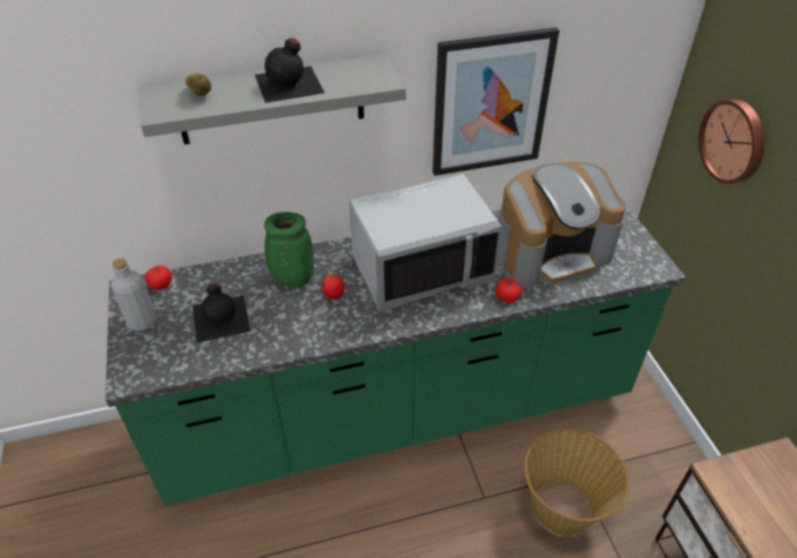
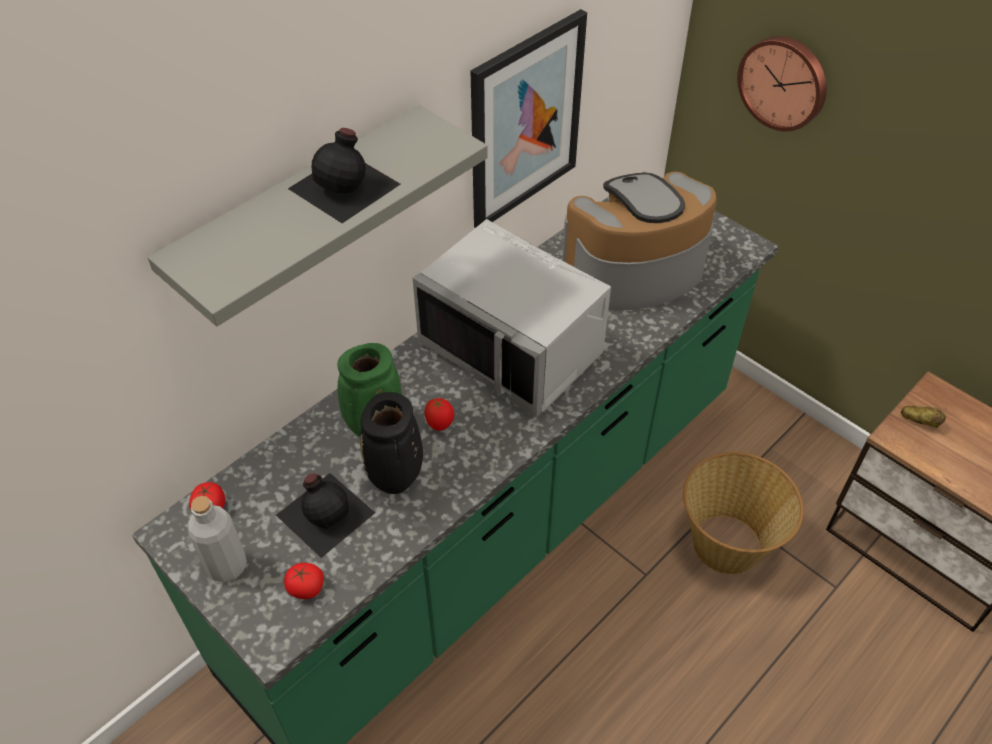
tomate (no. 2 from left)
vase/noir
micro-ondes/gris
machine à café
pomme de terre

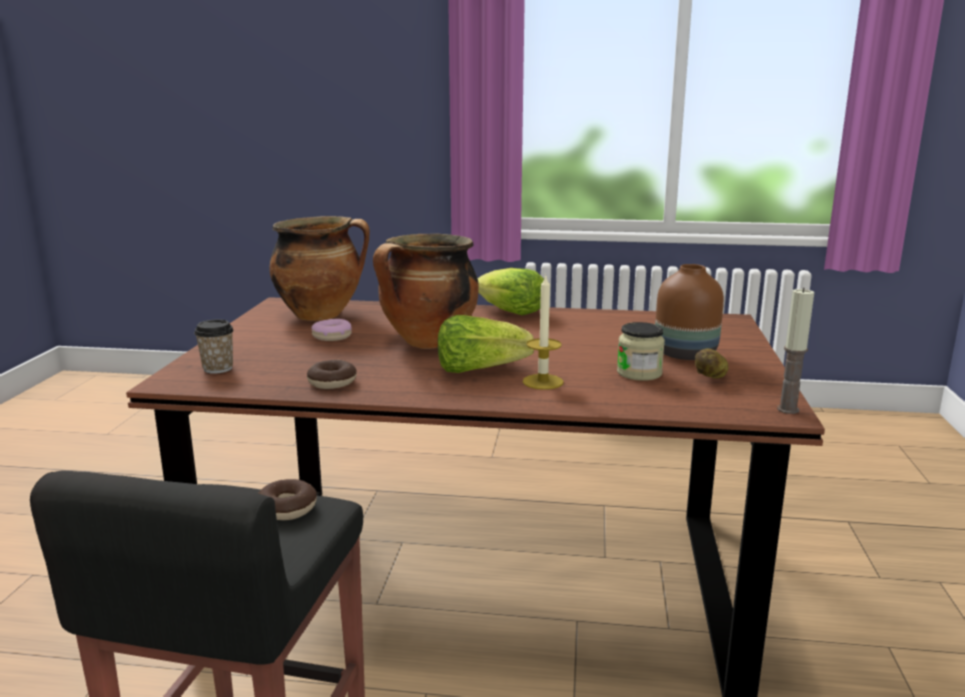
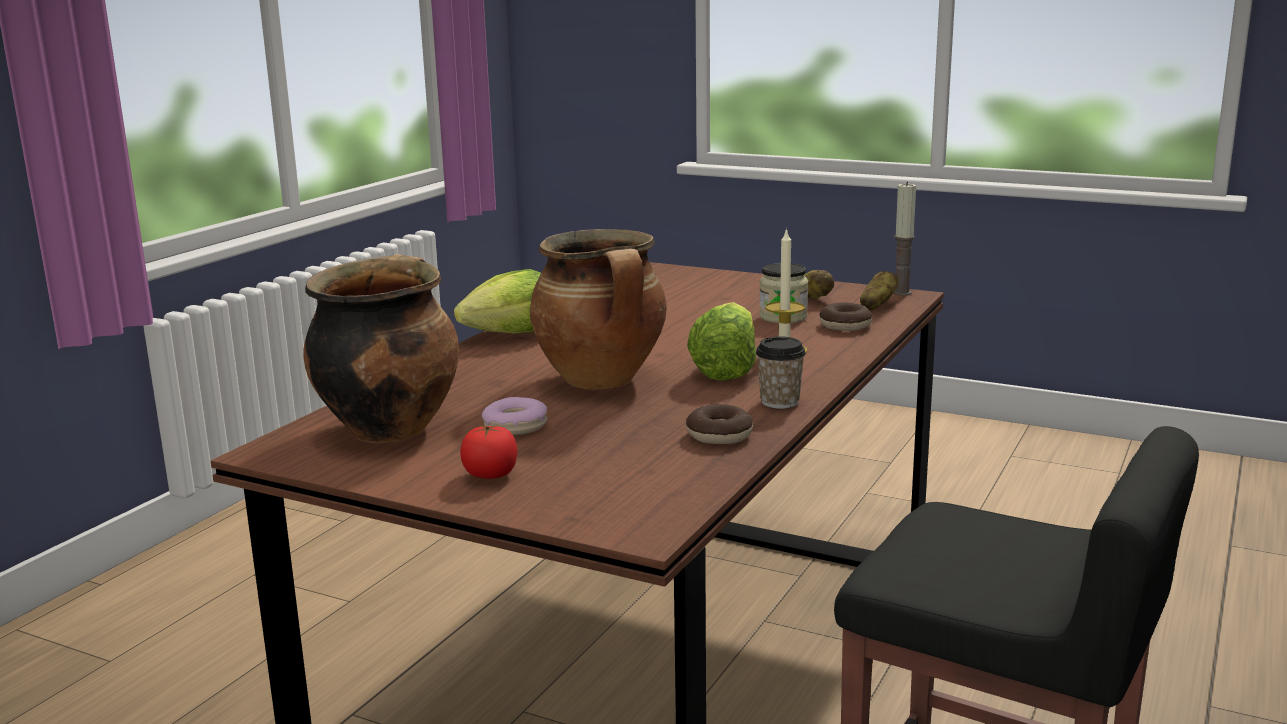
tomate
tasse
beignet (no. 3 from left)
pomme de terre (no. 2 from left)
vase/marron

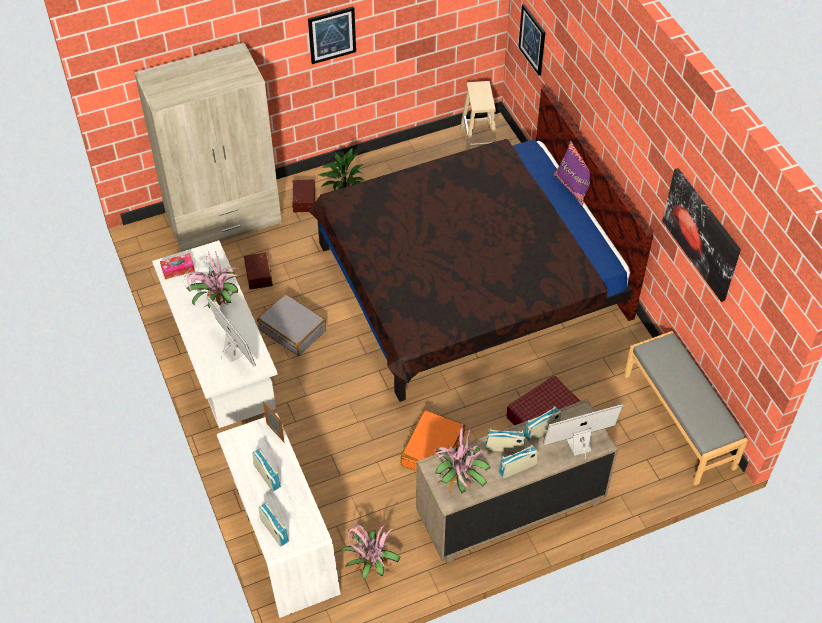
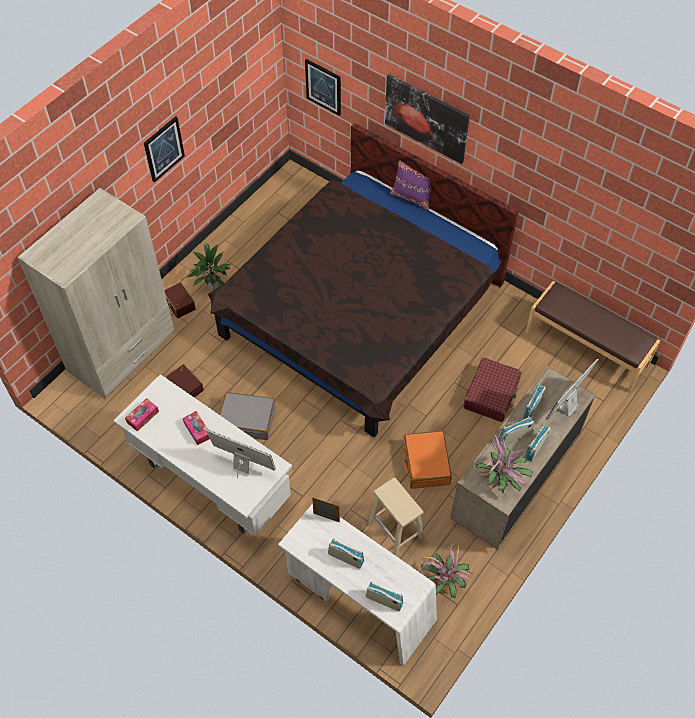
boîte à mouchoirs (no. 2 from left)
tabouret/beige
tableau (no. 3 from left)
banc/marron

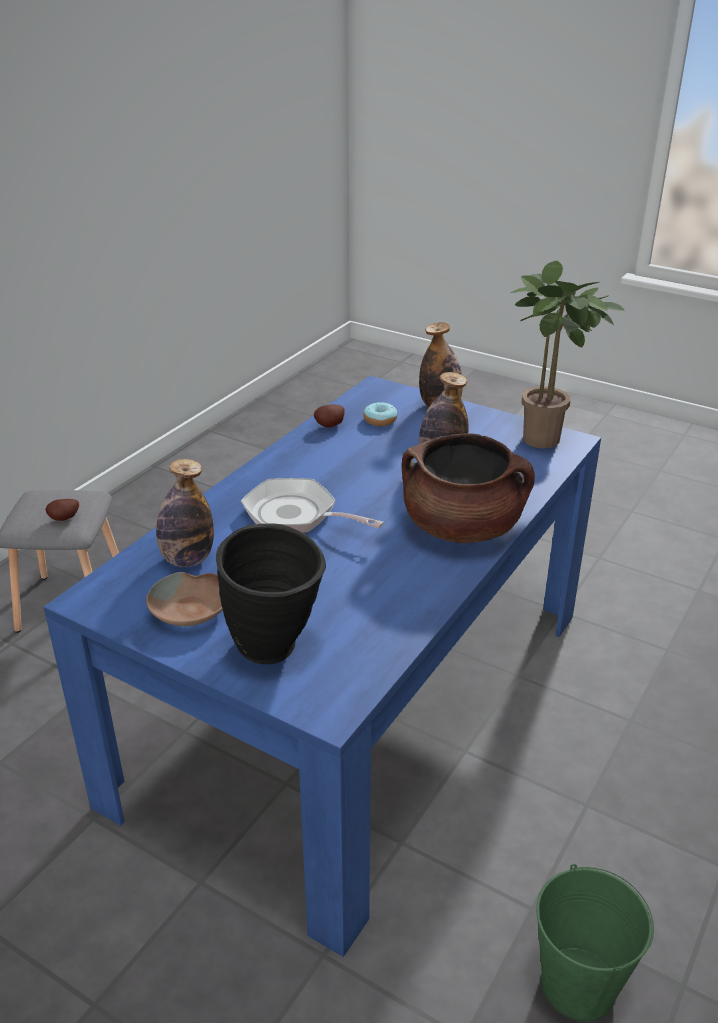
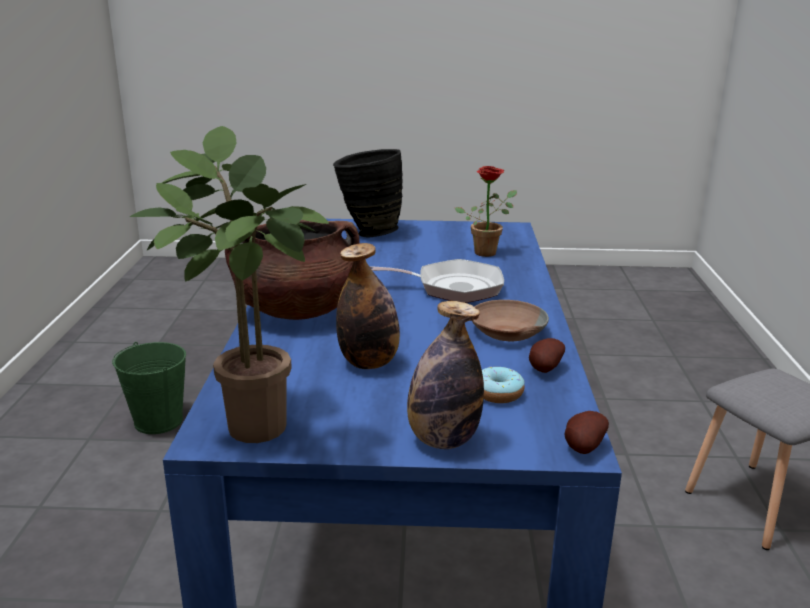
plante en pot (no. 2 from left)
bol/marron
pomme de terre (no. 2 from left)

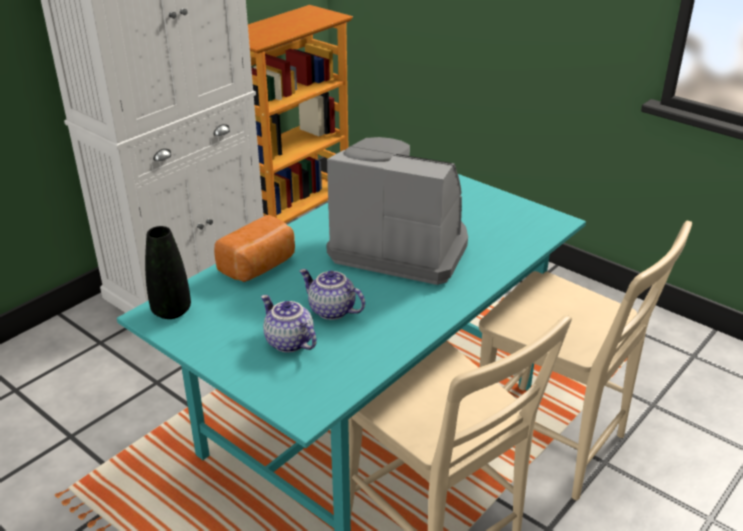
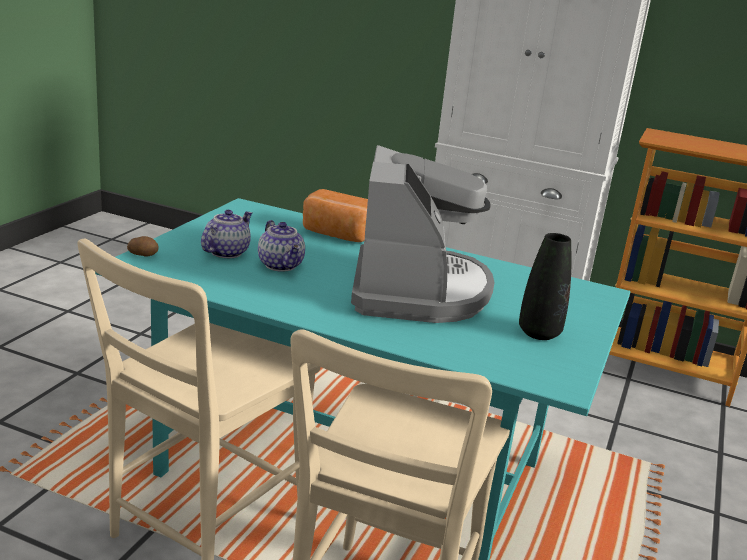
pomme de terre
théière (no. 2 from left)
vase/noir

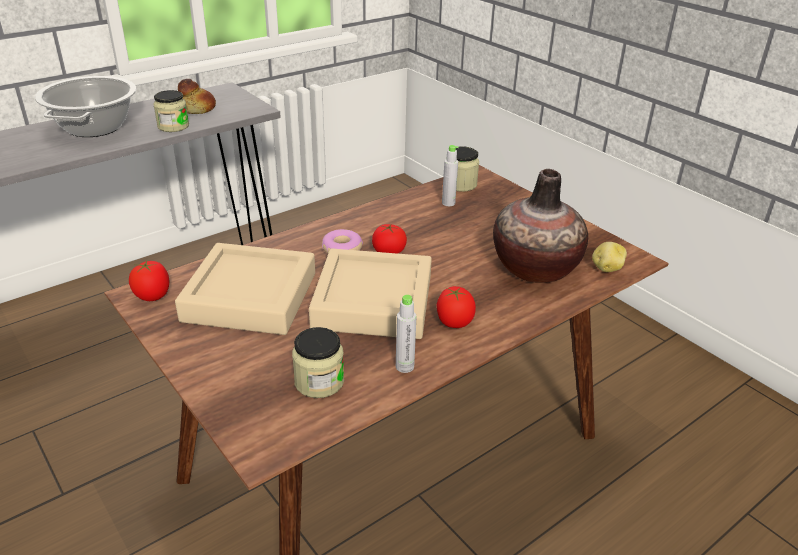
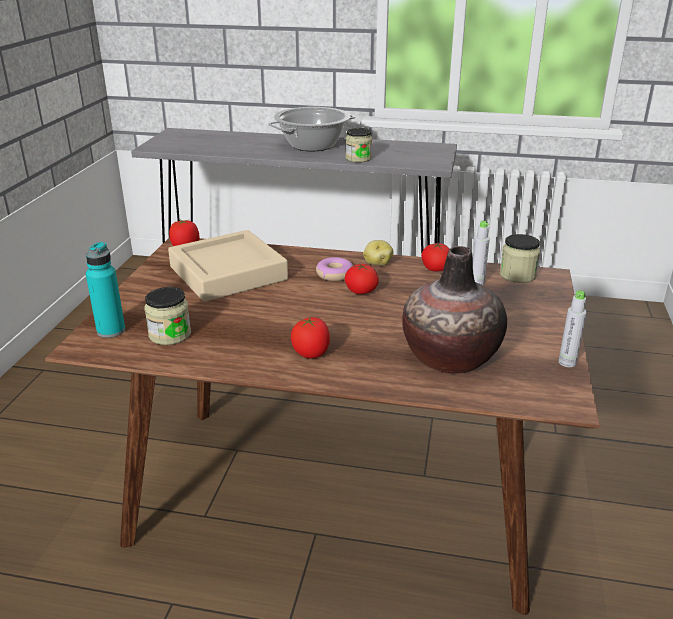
bouteille/turquoise
pomme de terre
tomate (no. 4 from left)
bouteille/gris (no. 2 from left)
pain
plateau/beige (no. 2 from left in the first image)

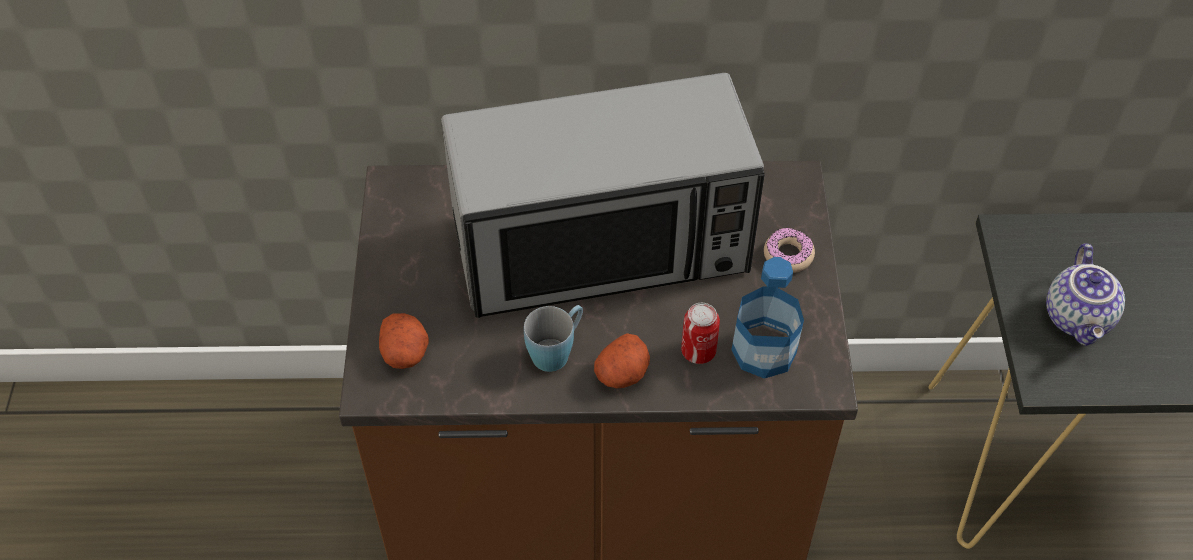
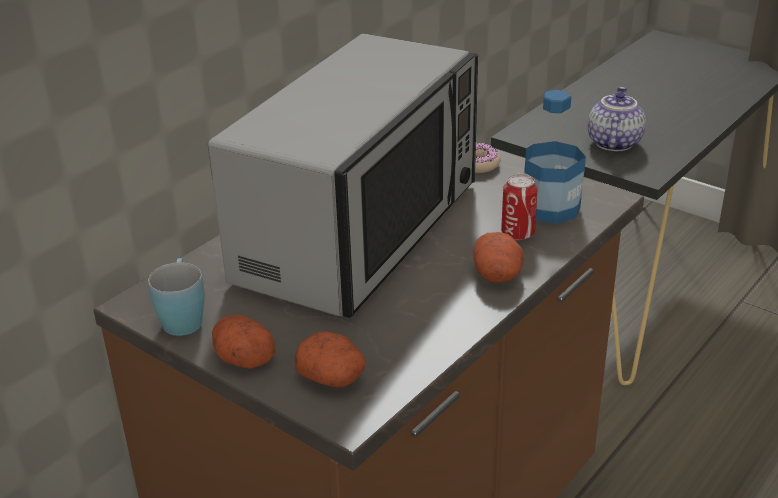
mug/bleu
pomme de terre (no. 1 from left)
théière

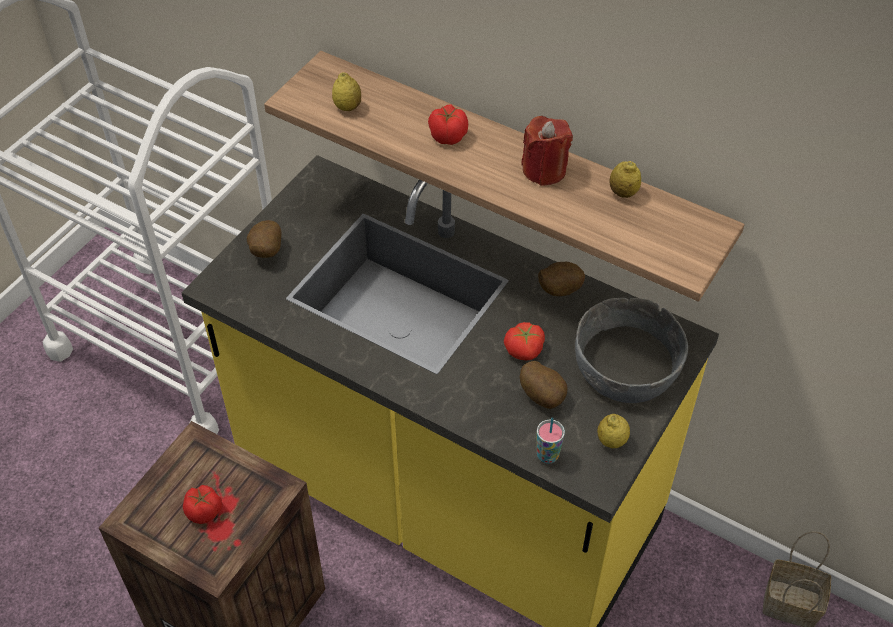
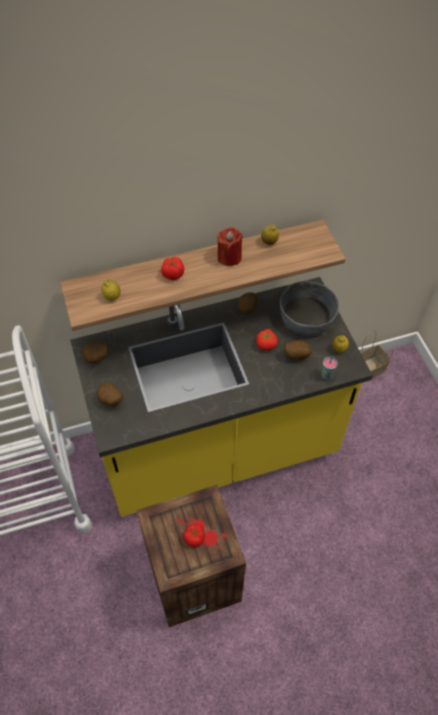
pomme de terre (no. 1 from left)

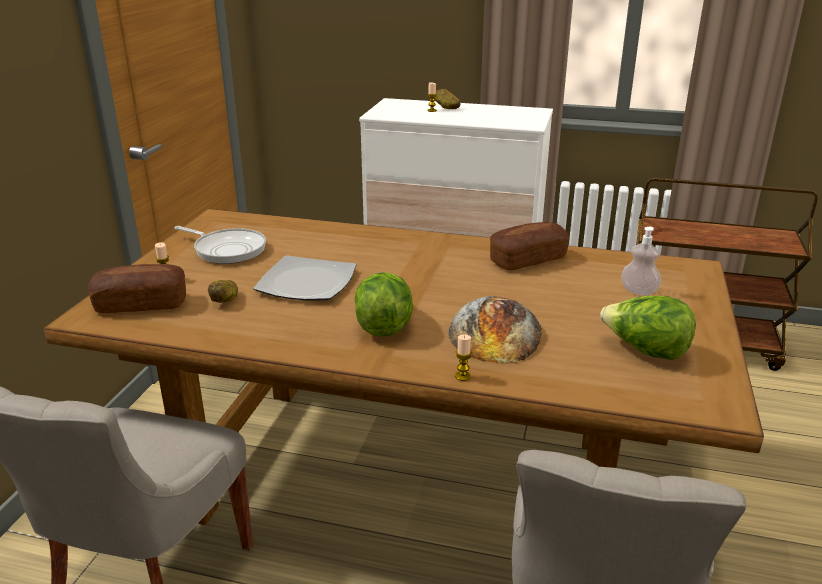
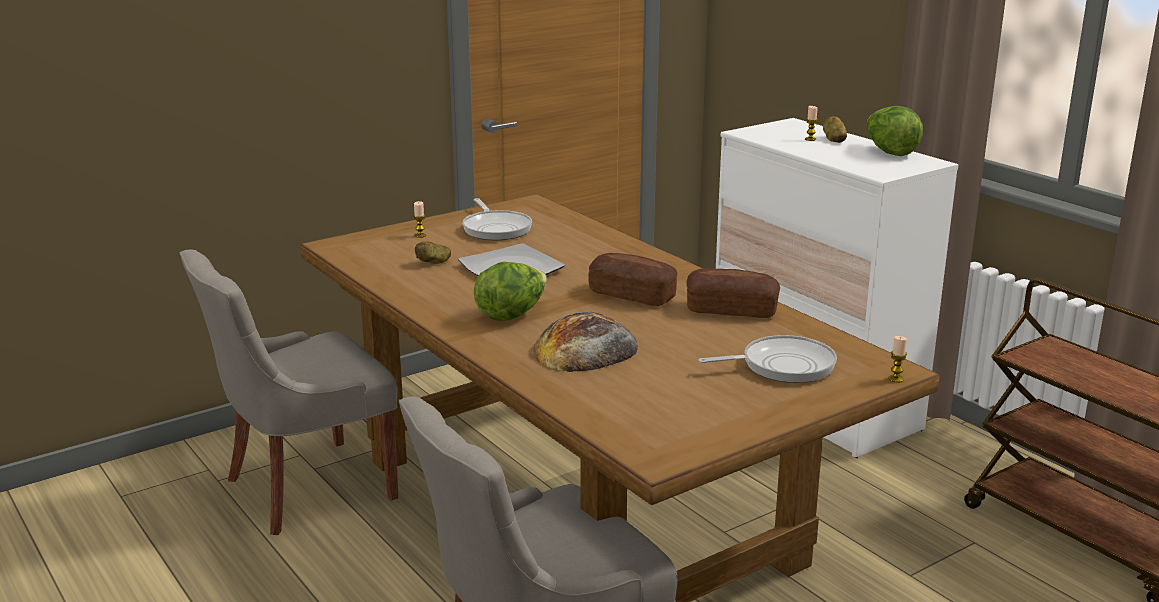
pain (no. 2 from left)
poêle (no. 2 from left)
laitue (no. 2 from left)
bougie (no. 3 from left)

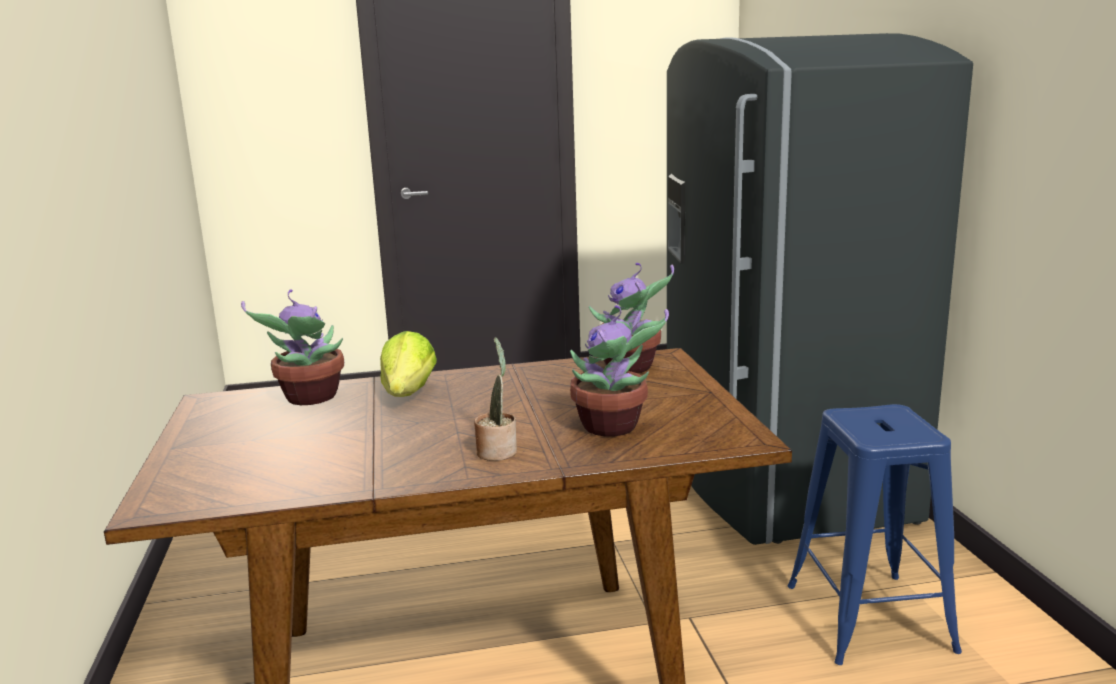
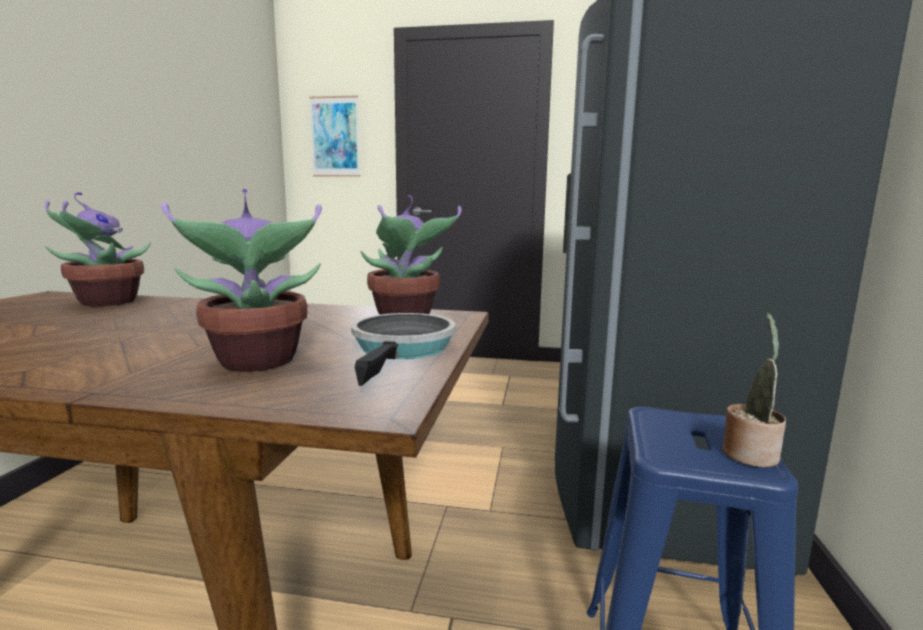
tableau
poêle
plante en pot (no. 4 from left)
laitue

